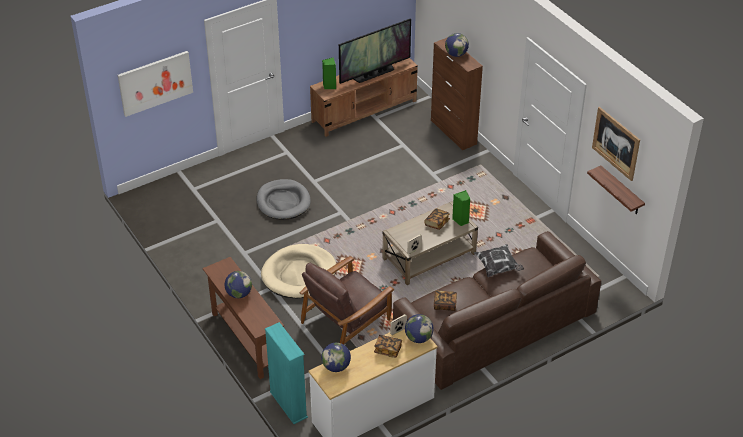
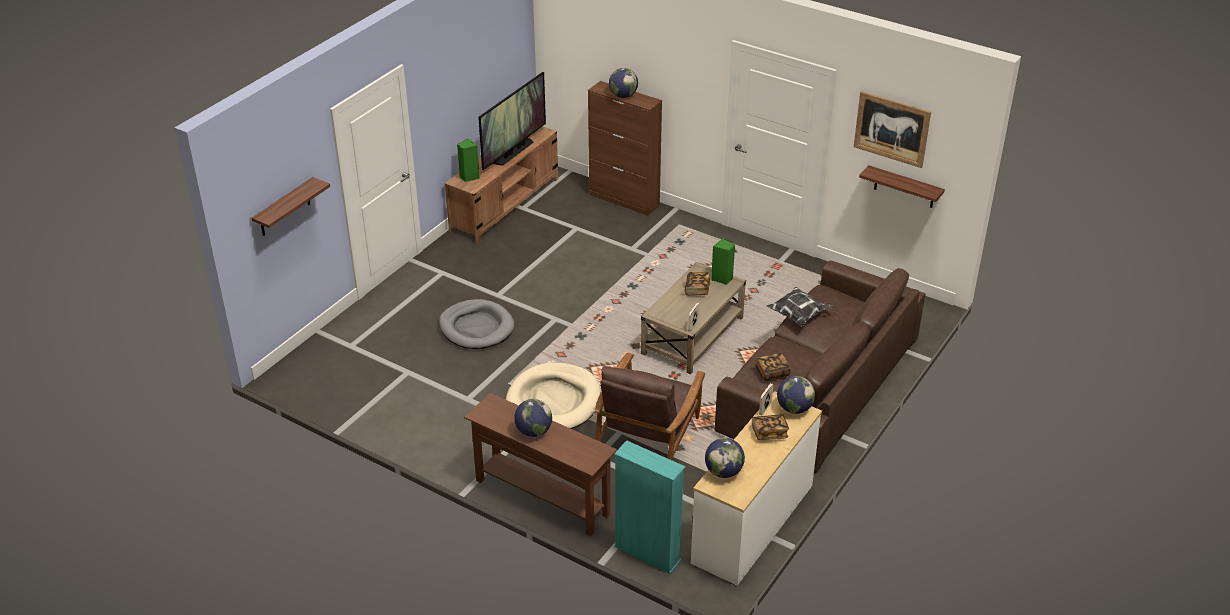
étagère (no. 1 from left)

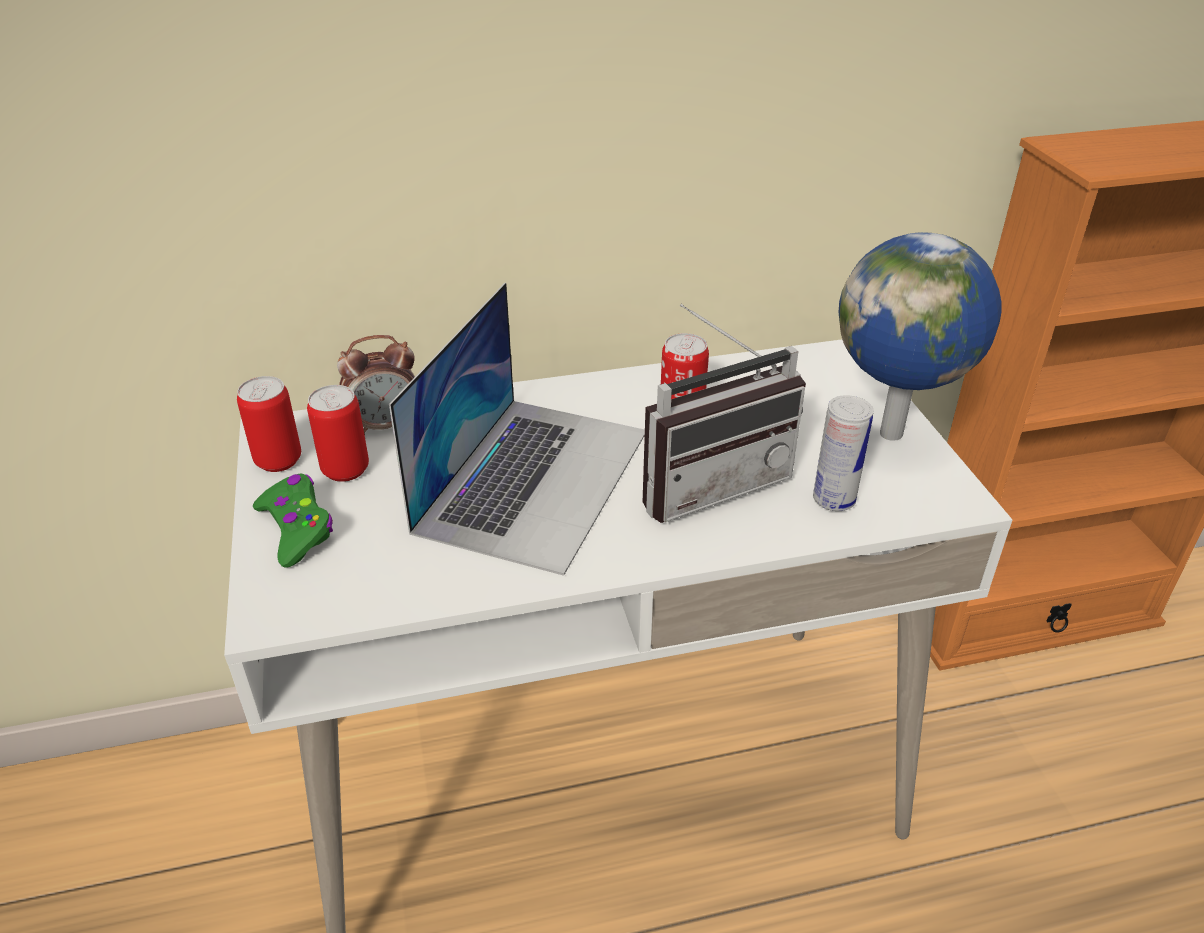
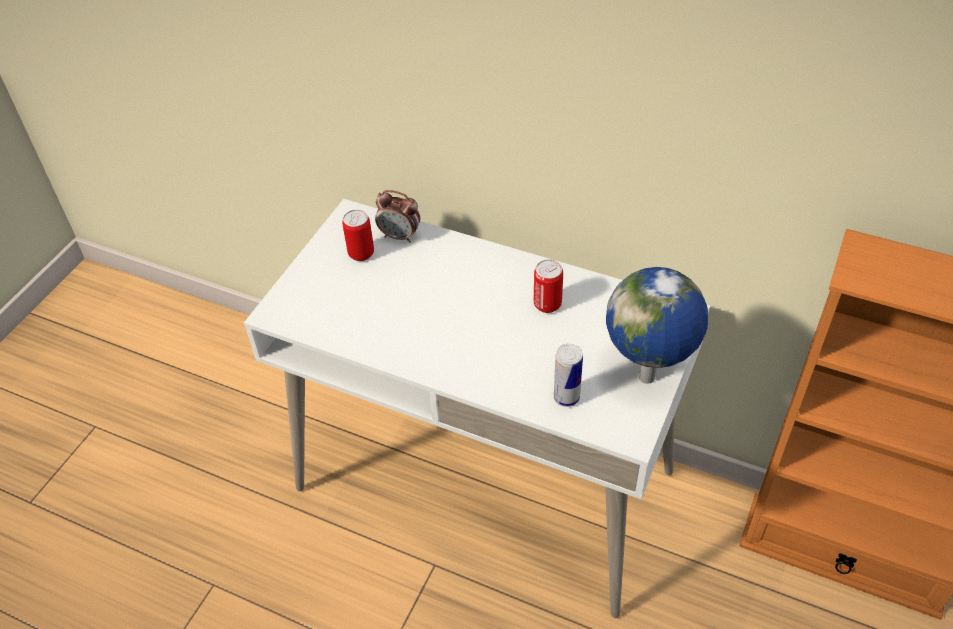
boîte métallique (no. 1 from left in the first image)
manette/vert
ordinateur portable
radio

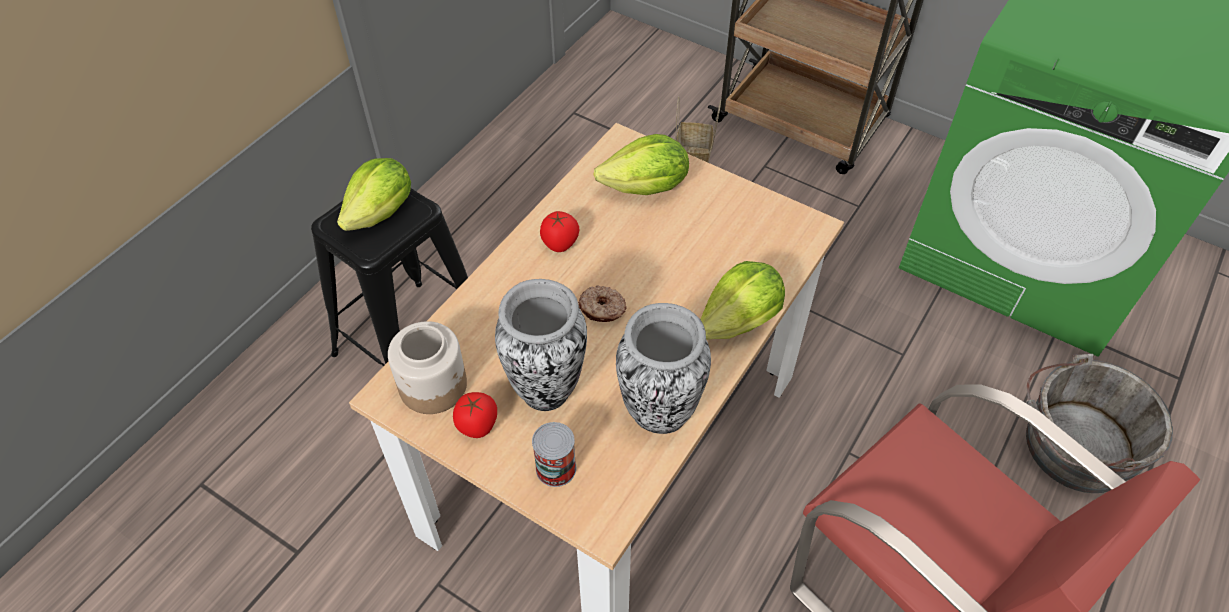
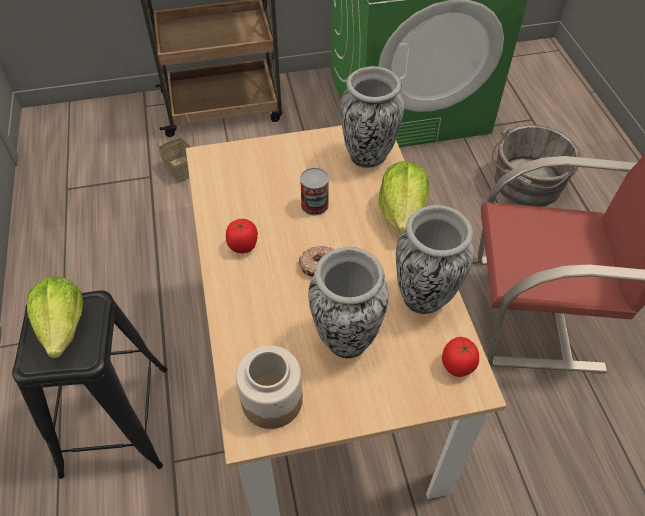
boîte métallique
vase (no. 2 from left)
tomate (no. 2 from left)
laitue (no. 2 from left in the first image)

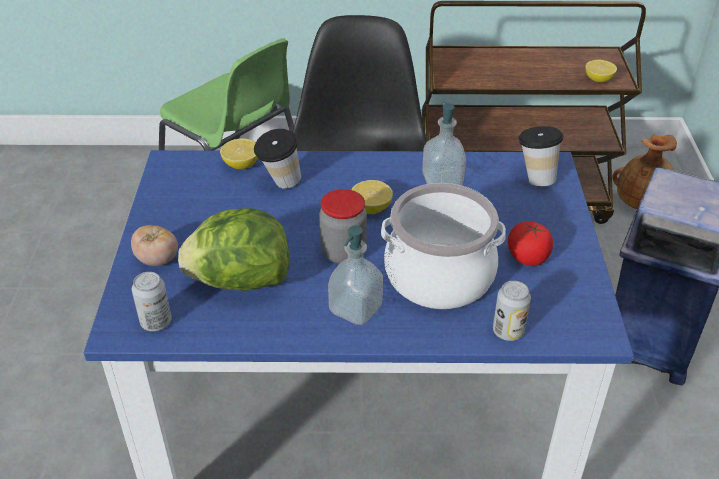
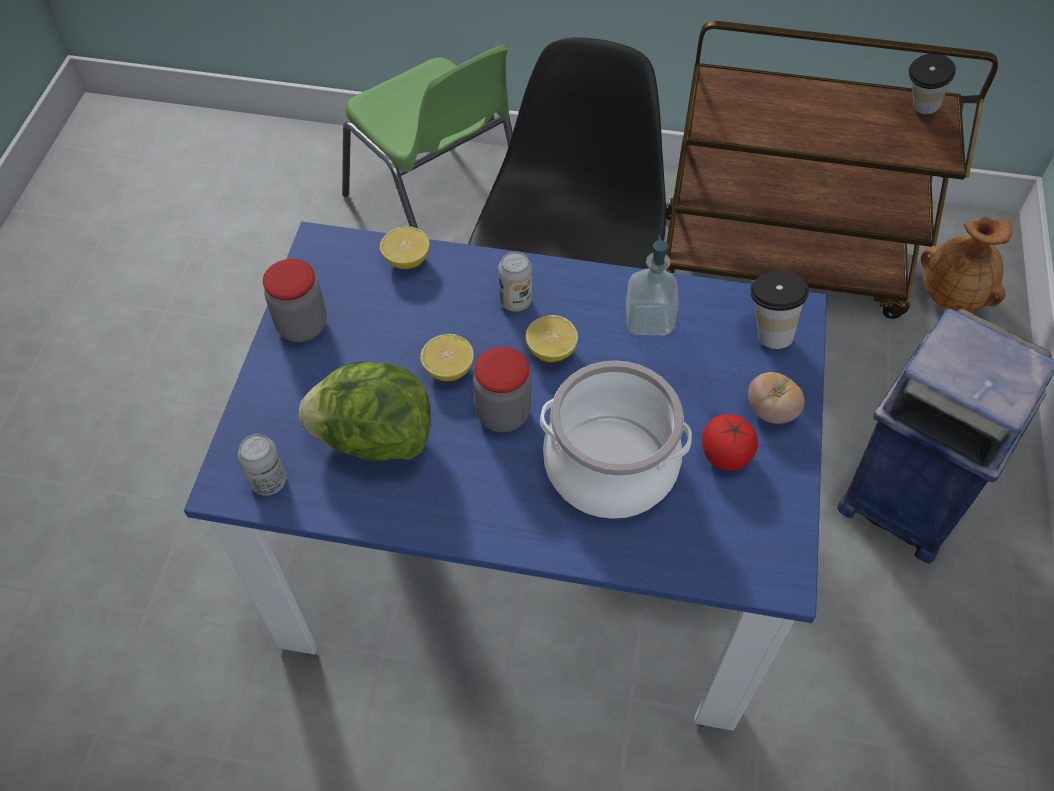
bocal (no. 1 from left)
citron (no. 2 from left)
boîte métallique (no. 2 from left)
tomate (no. 2 from left)
tasse (no. 2 from left)
distributeur de savon (no. 1 from left in the first image)

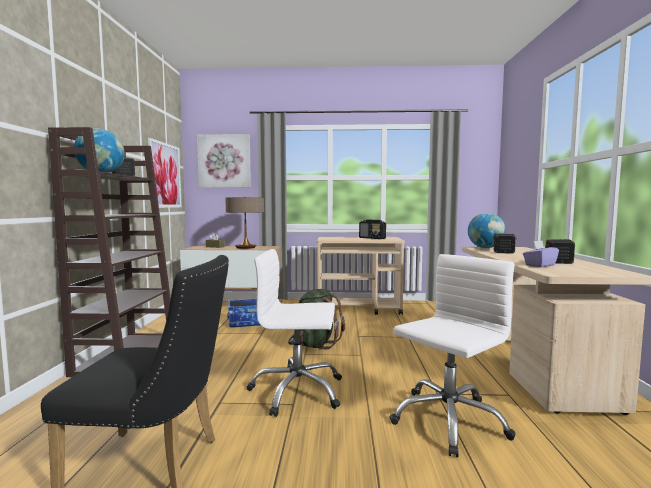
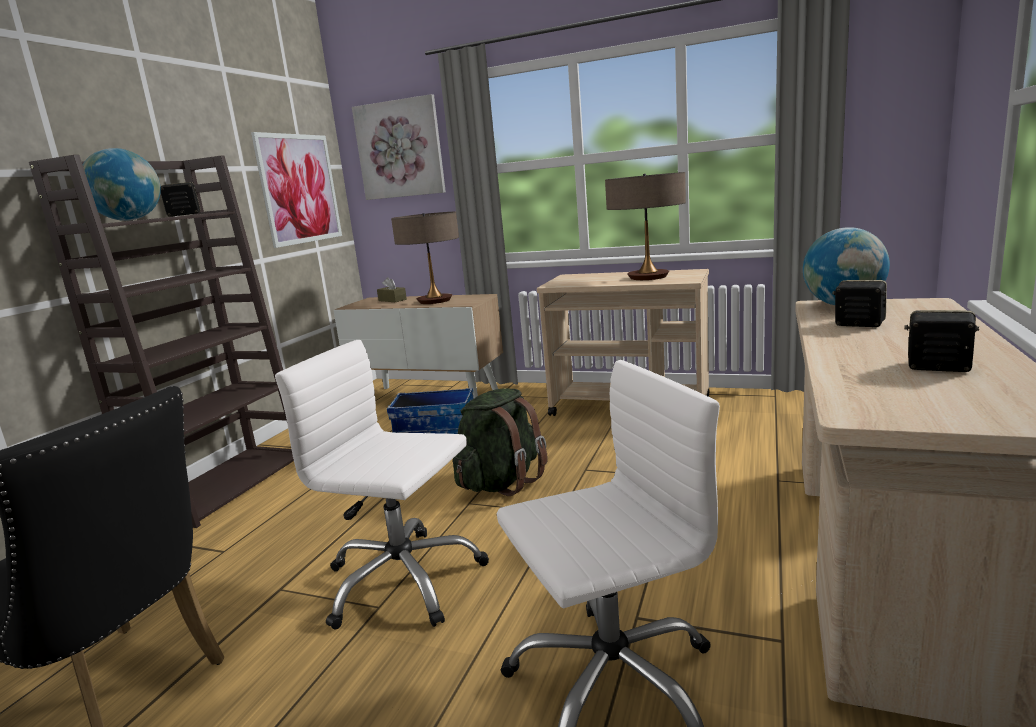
lampe de table (no. 2 from left)
boîte à mouchoirs/violet

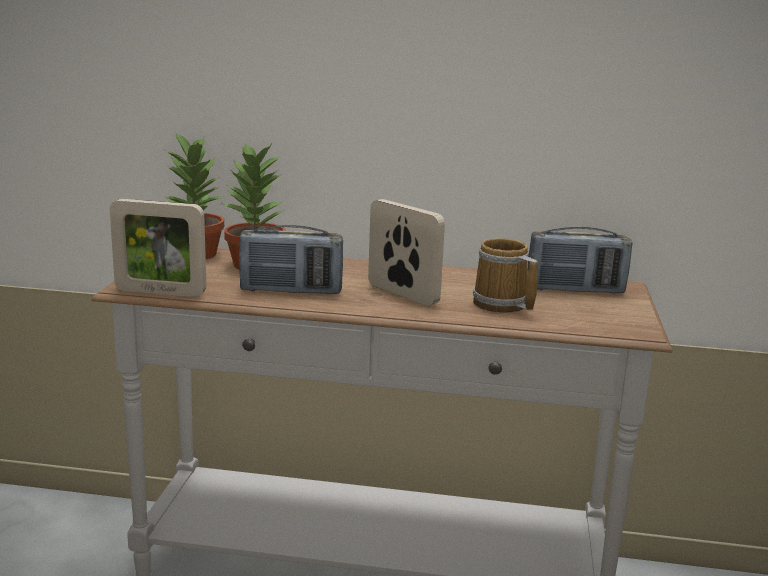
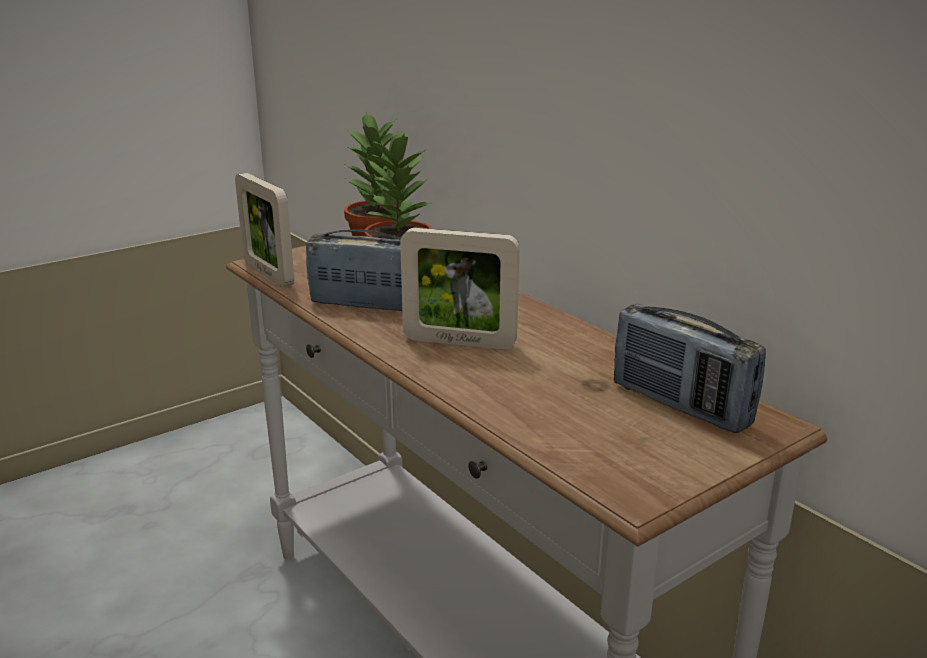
radio (no. 1 from left)
cadre photo (no. 2 from left)
mug

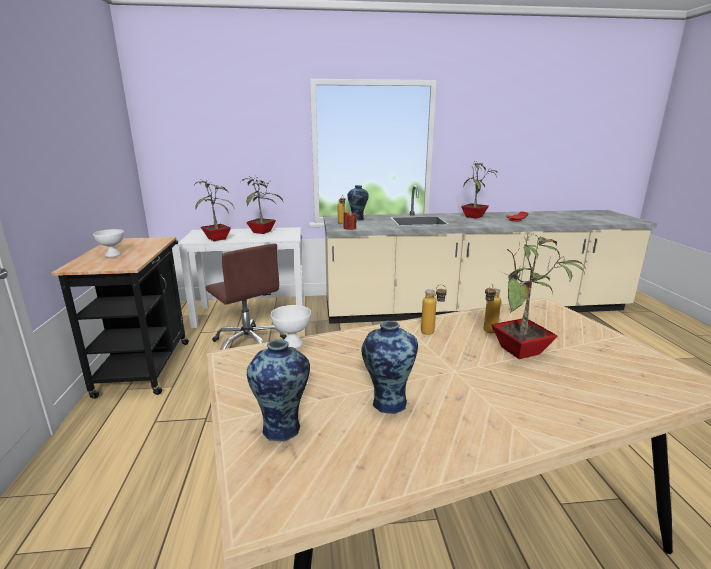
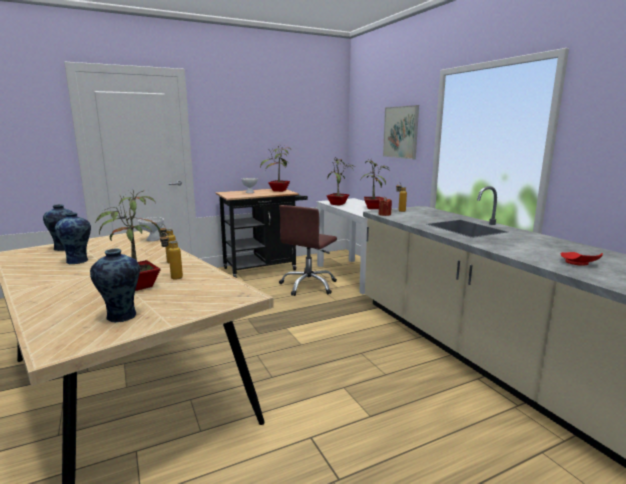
vase (no. 3 from left)
plante en pot (no. 2 from left)
tableau

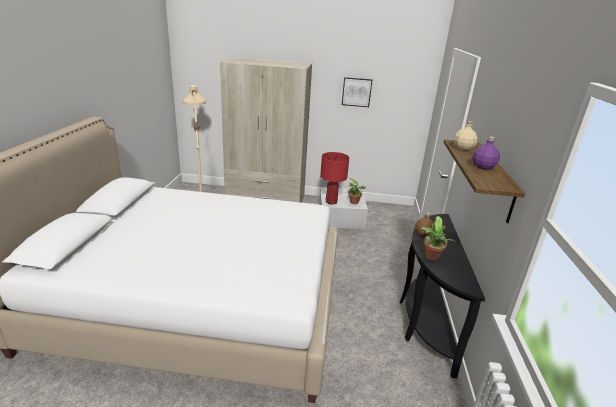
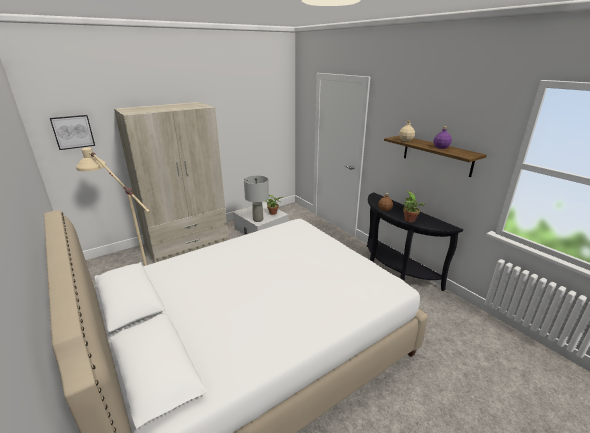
tableau
lampe de table/gris

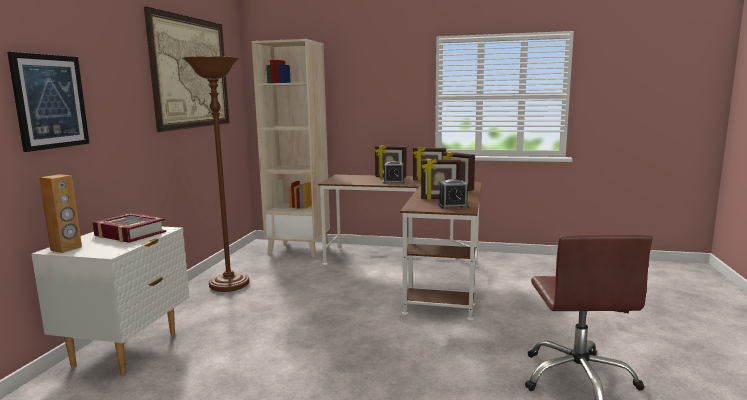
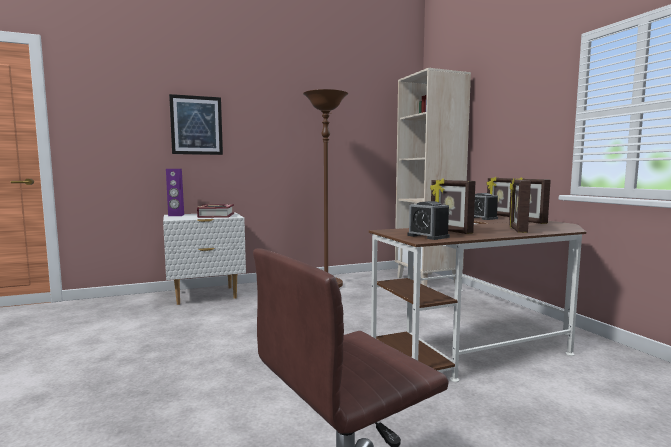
enceinte/violet
tableau (no. 2 from left in the first image)

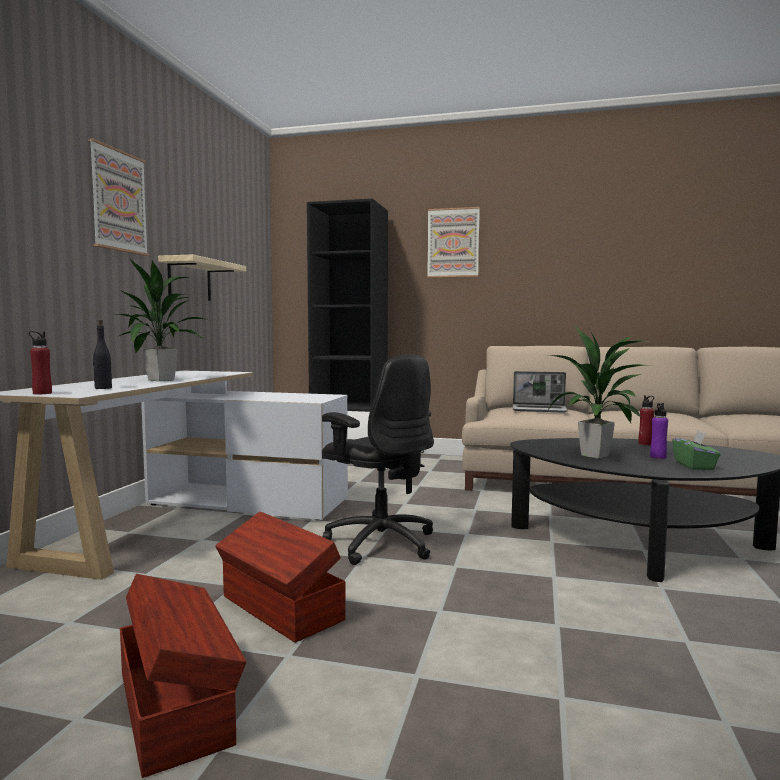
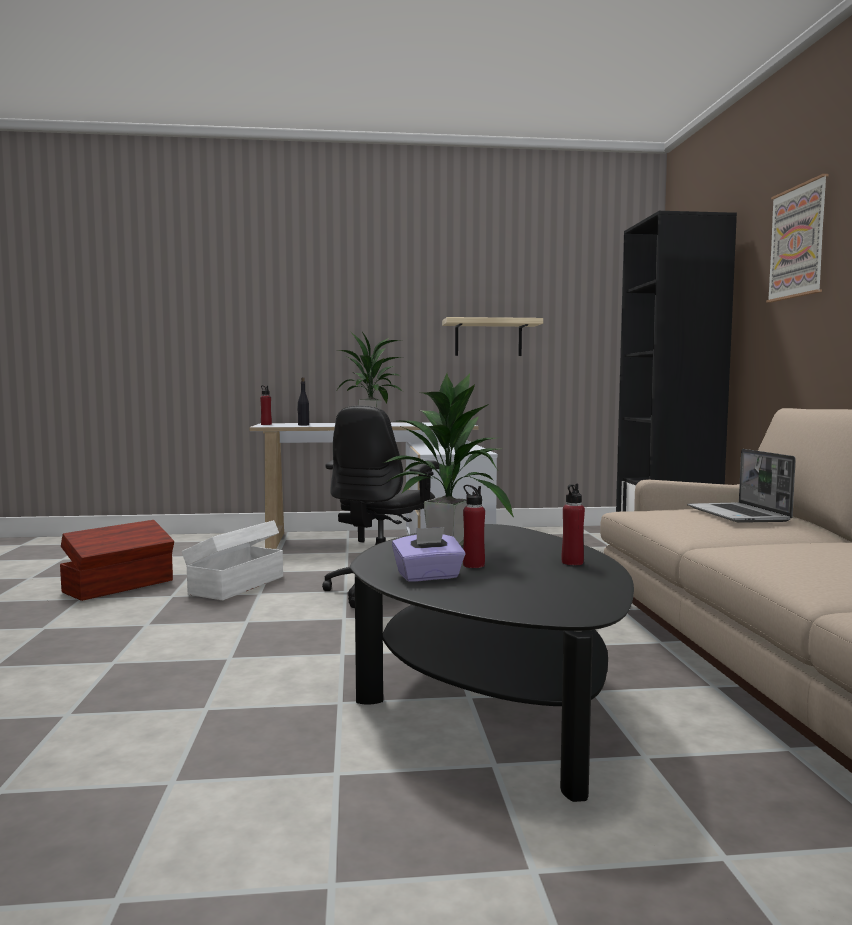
boîte de rangement/blanc
boîte à mouchoirs/violet
bouteille/rouge (no. 2 from left)
tableau (no. 1 from left in the first image)

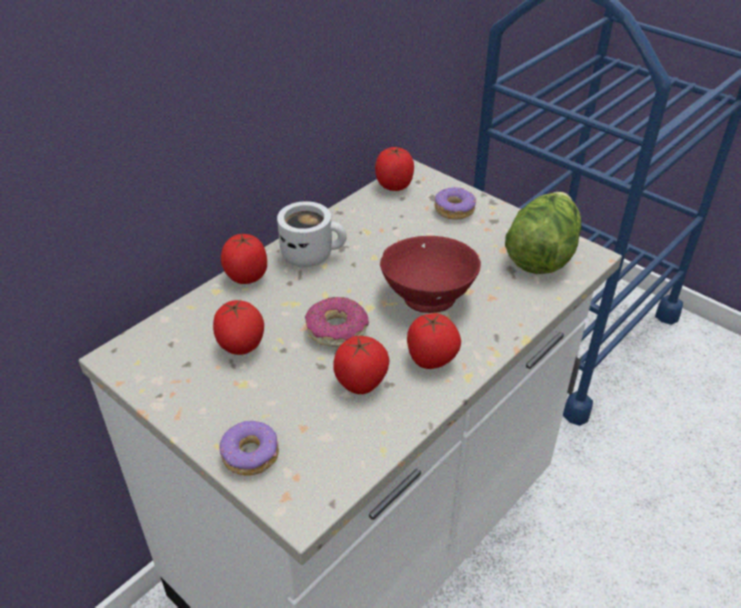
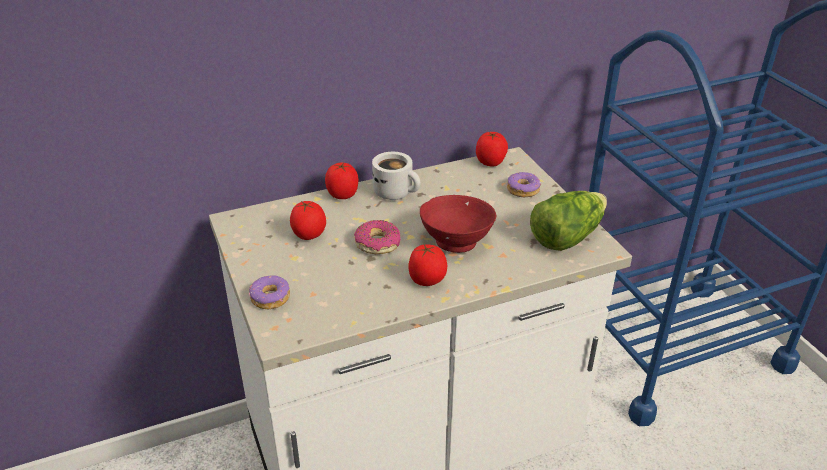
tomate (no. 3 from left in the first image)

